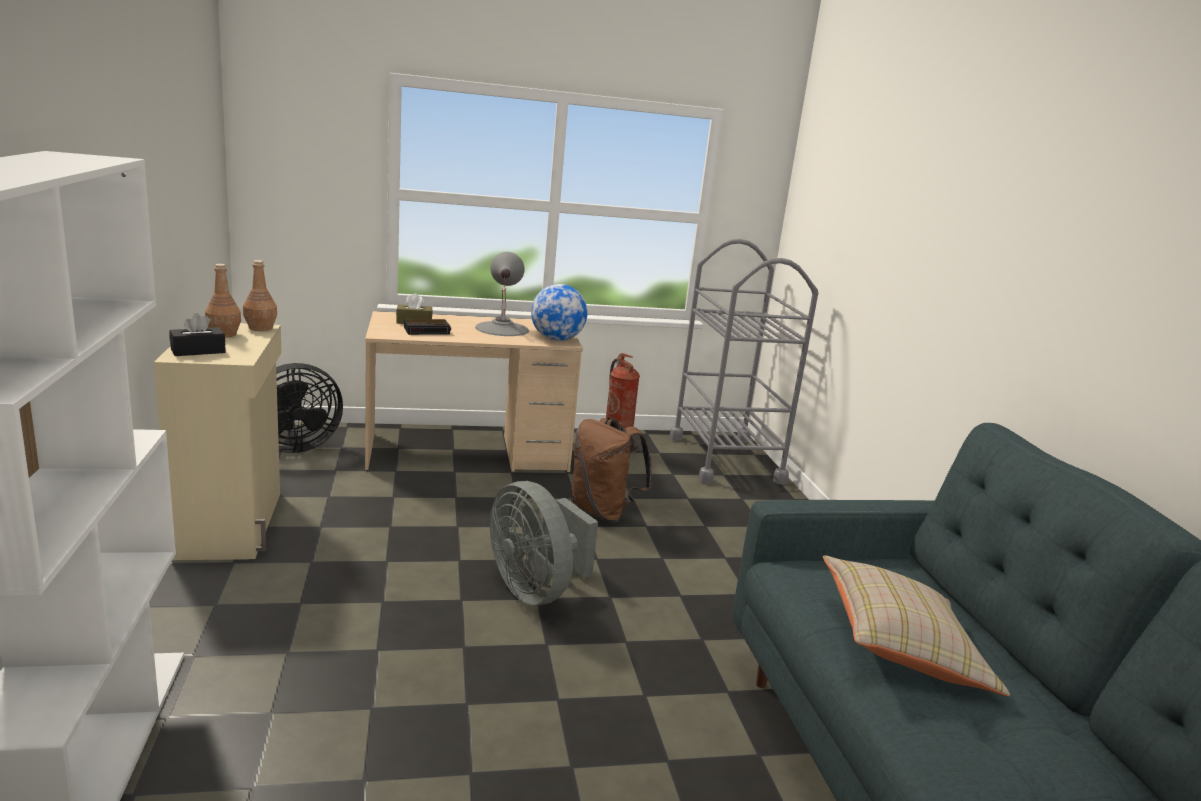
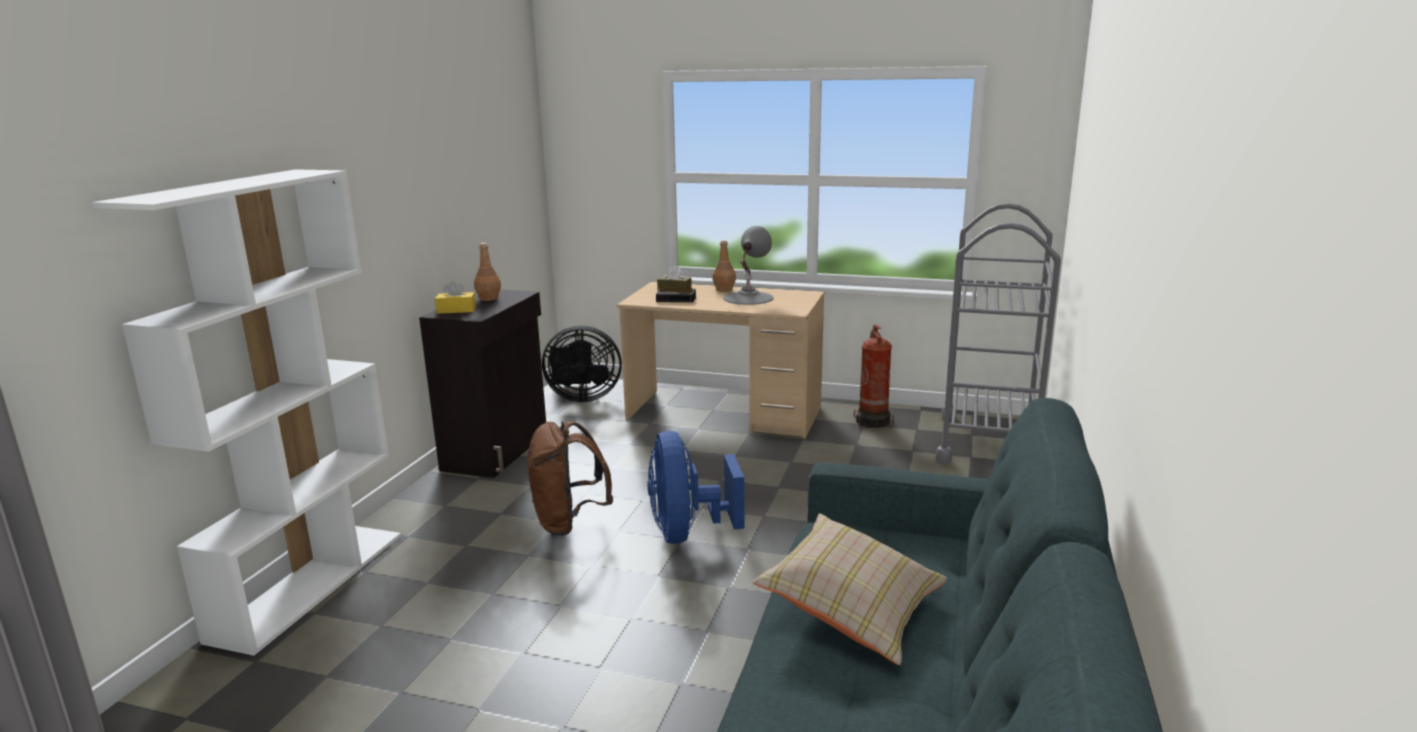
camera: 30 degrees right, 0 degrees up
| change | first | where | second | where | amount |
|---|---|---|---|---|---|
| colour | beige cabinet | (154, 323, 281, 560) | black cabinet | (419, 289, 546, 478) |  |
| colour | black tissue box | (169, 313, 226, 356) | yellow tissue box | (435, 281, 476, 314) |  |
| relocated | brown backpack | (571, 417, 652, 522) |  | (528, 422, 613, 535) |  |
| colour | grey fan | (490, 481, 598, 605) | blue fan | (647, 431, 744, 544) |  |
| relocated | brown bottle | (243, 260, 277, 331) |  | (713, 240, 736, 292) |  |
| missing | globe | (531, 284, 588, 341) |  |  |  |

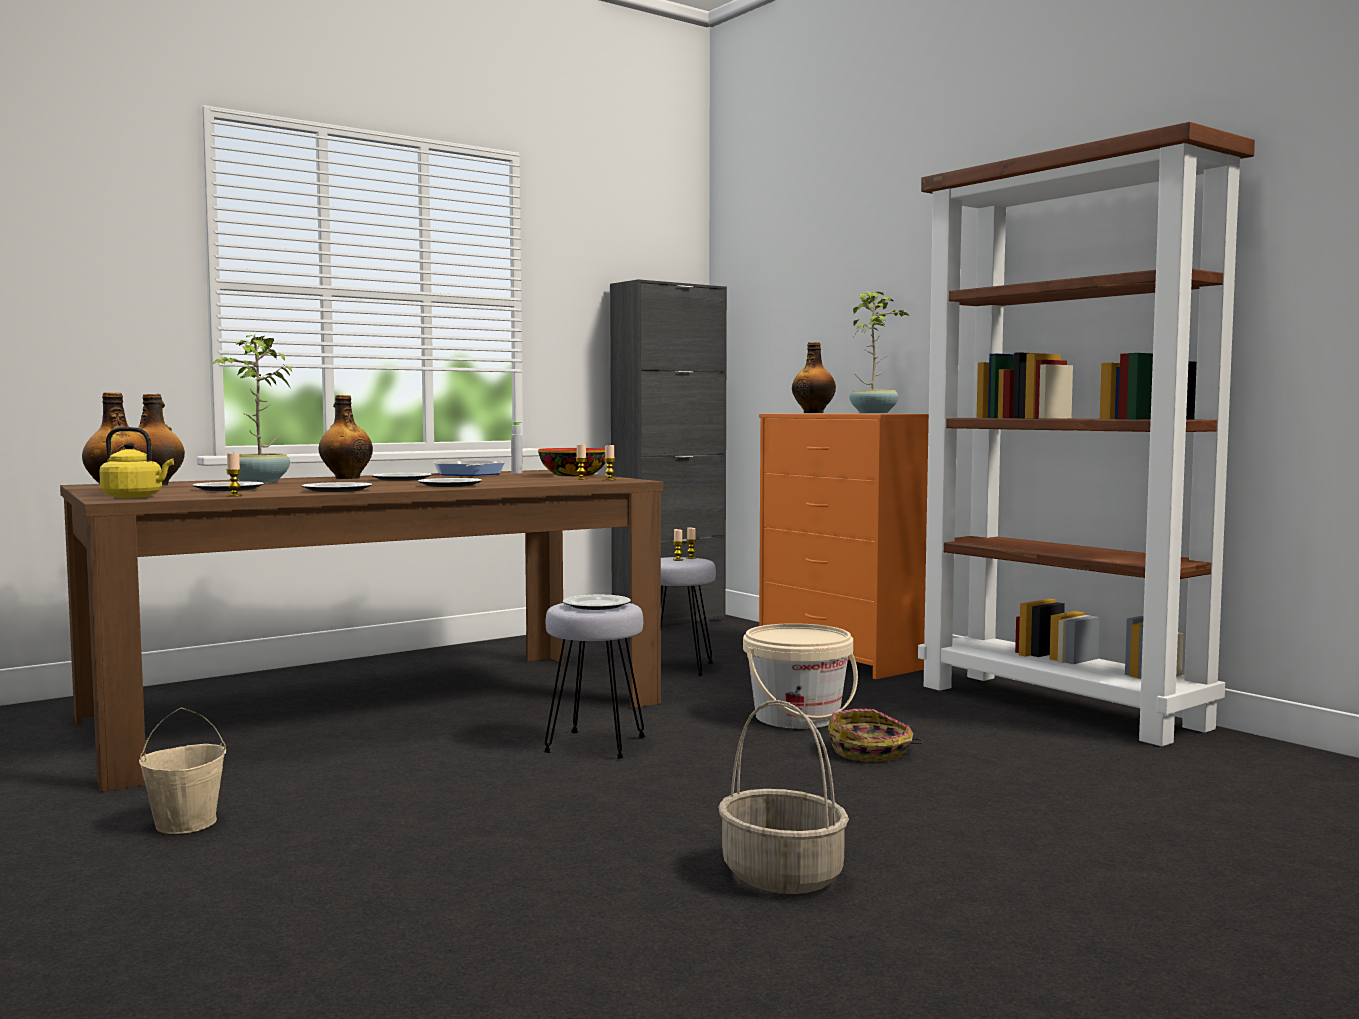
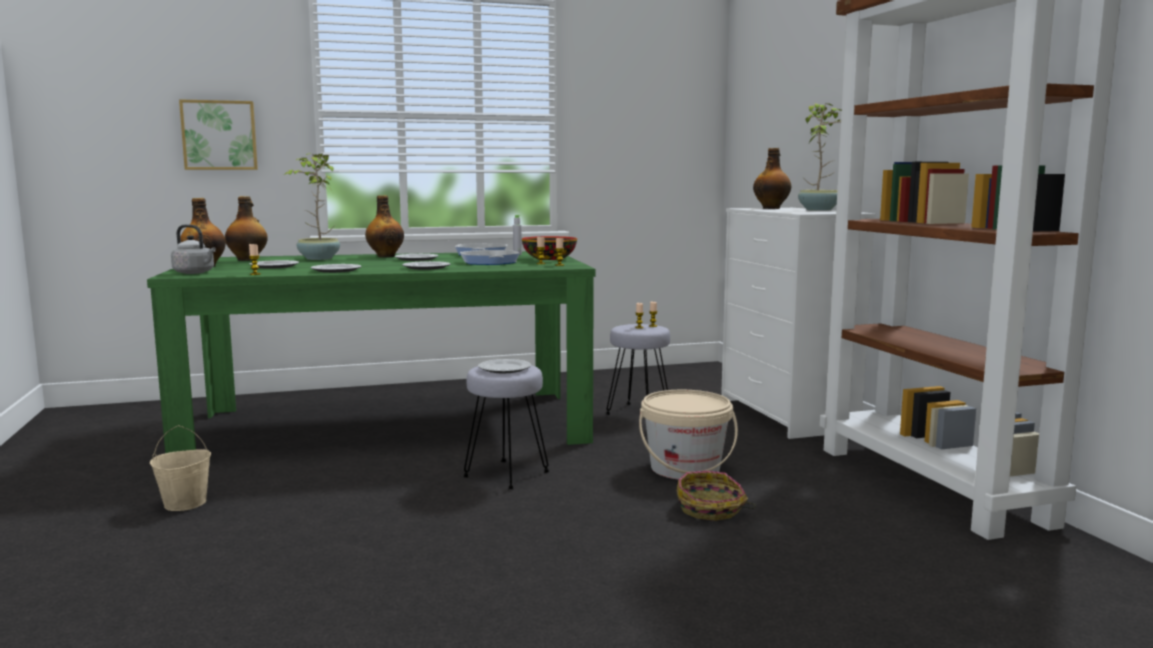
camera: 20 degrees right, 5 degrees up
| change | first | where | second | where | amount |
|---|---|---|---|---|---|
| colour | brown dining table | (60, 470, 663, 792) | green dining table | (147, 251, 596, 453) |  |
| colour | yellow kettle | (99, 427, 174, 498) | grey kettle | (171, 224, 216, 274) |  |
| appeared |  |  | picture | (179, 99, 258, 170) |  |
| appeared |  |  | frying pan | (460, 250, 520, 265) |  |
| colour | orange dresser | (759, 413, 929, 679) | white dresser | (721, 208, 875, 439) |  |
| missing | black cabinet | (610, 279, 727, 627) |  |  |  |
| missing | basket | (718, 700, 849, 894) |  |  |  |

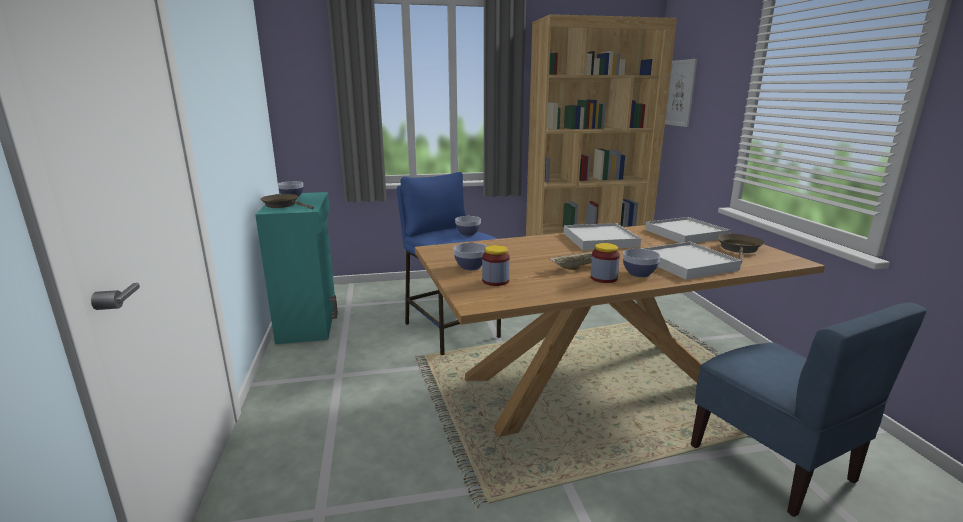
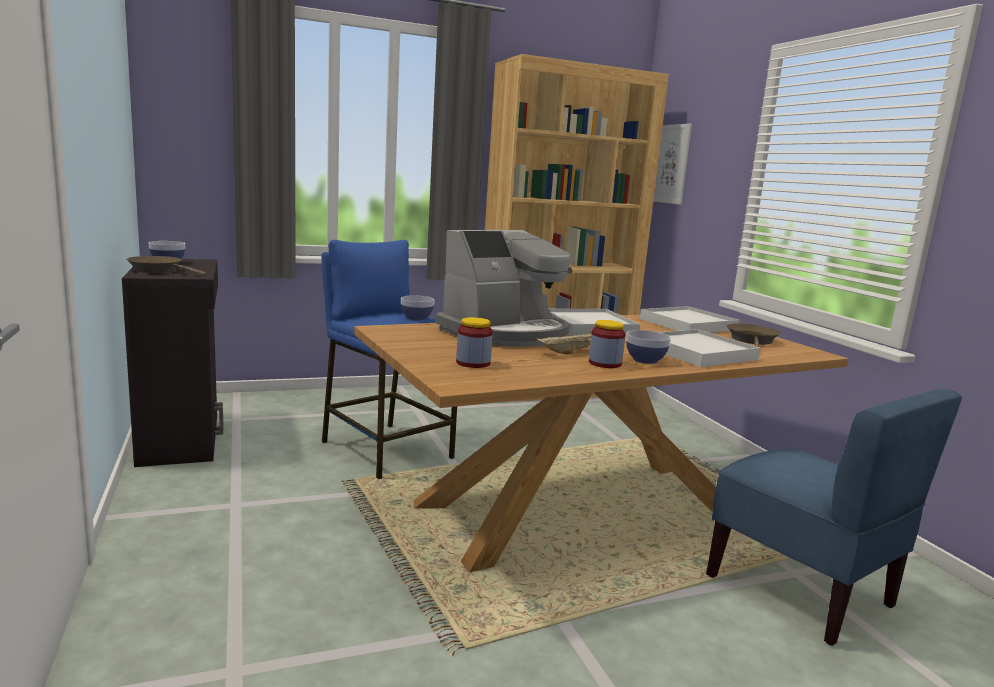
camera: 10 degrees left, 5 degrees down
| change | first | where | second | where | amount |
|---|---|---|---|---|---|
| colour | turquoise cabinet | (255, 192, 338, 344) | black cabinet | (122, 259, 224, 467) |  |
| appeared |  |  | coffee machine | (436, 230, 572, 347) |  |
| missing | bowl | (454, 243, 487, 270) |  |  |  |

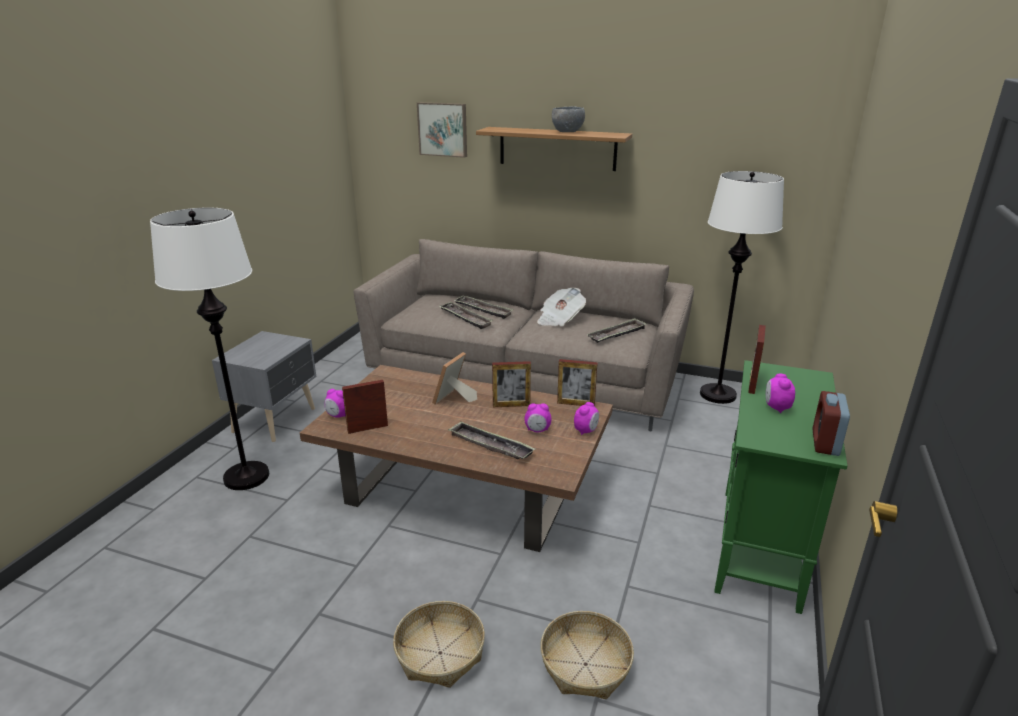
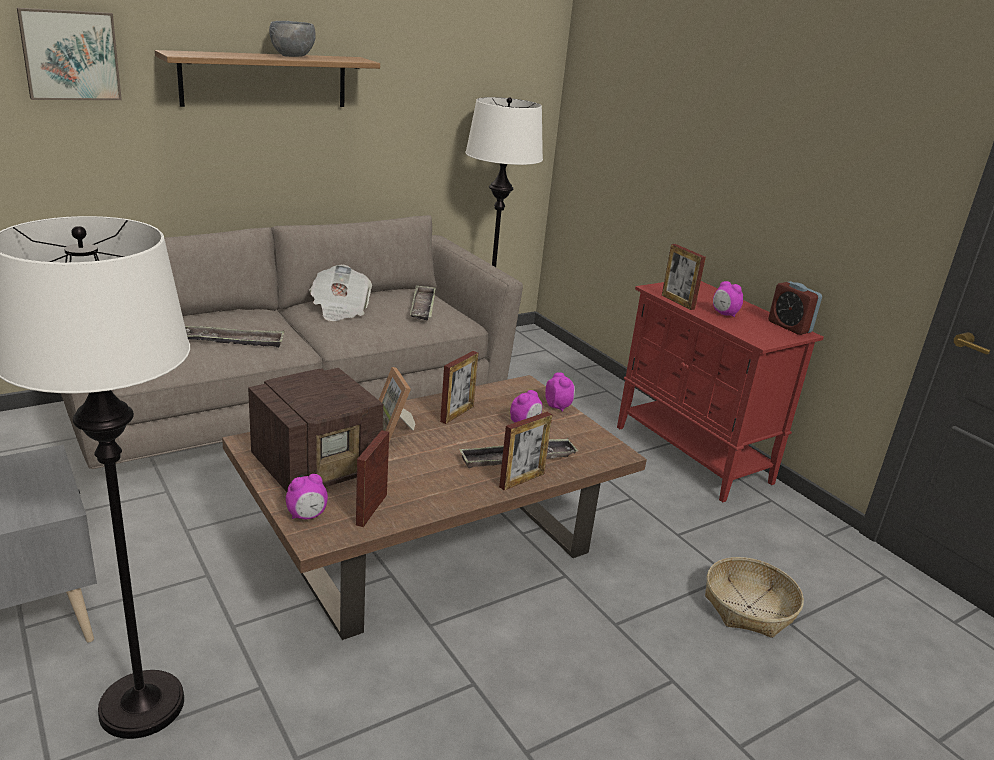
camera: 55 degrees left, 0 degrees up
| change | first | where | second | where | amount |
|---|---|---|---|---|---|
| appeared |  |  | radio | (248, 368, 383, 492) |  |
| relocated | picture frame | (557, 359, 598, 406) |  | (499, 412, 552, 491) |  |
| colour | green cabinet | (714, 360, 847, 614) | red cabinet | (617, 281, 824, 502) |  |
| missing | basket | (393, 601, 485, 688) |  |  |  |
| missing | tray | (453, 296, 514, 319) |  |  |  |

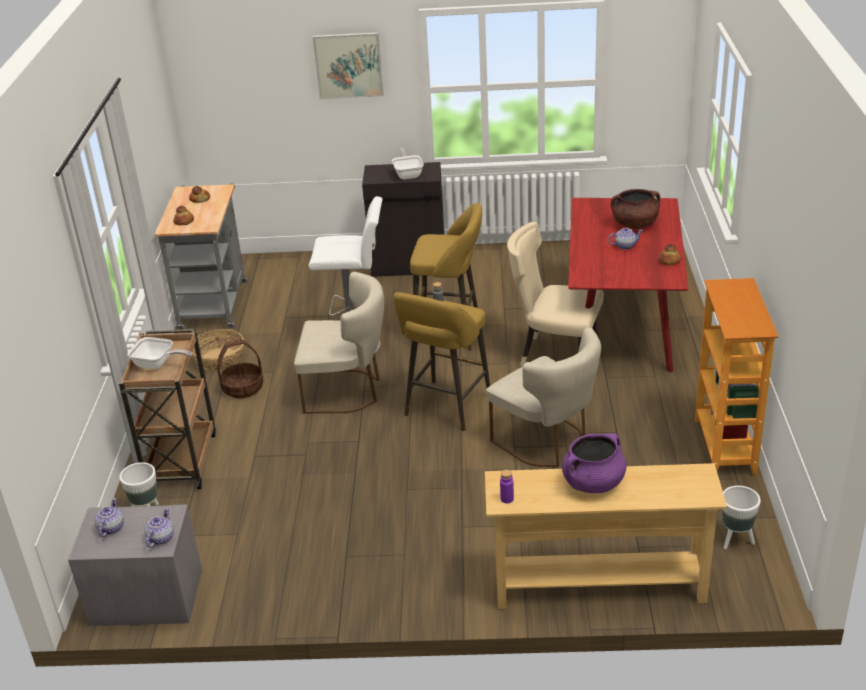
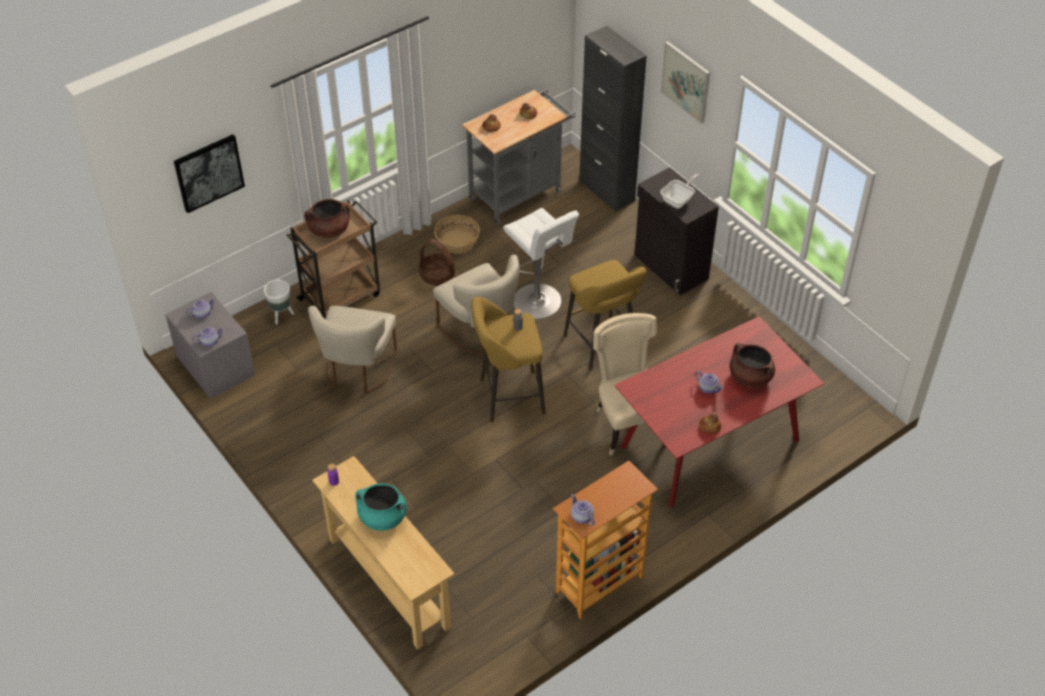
camera: 50 degrees right, 15 degrees up
| change | first | where | second | where | amount |
|---|---|---|---|---|---|
| appeared |  |  | picture | (174, 134, 245, 213) |  |
| exchanged | frying pan | (128, 337, 192, 369) | brown cooking pot | (304, 199, 350, 238) |  |
| relocated | beige chair | (486, 327, 601, 467) |  | (308, 306, 397, 394) |  |
| colour | purple cooking pot | (562, 433, 626, 493) | turquoise cooking pot | (355, 483, 407, 531) |  |
| appeared |  |  | teapot | (571, 494, 595, 526) |  |
| appeared |  |  | black cabinet | (579, 25, 647, 212) |  |
| missing | white planter | (722, 486, 761, 549) |  |  |  |

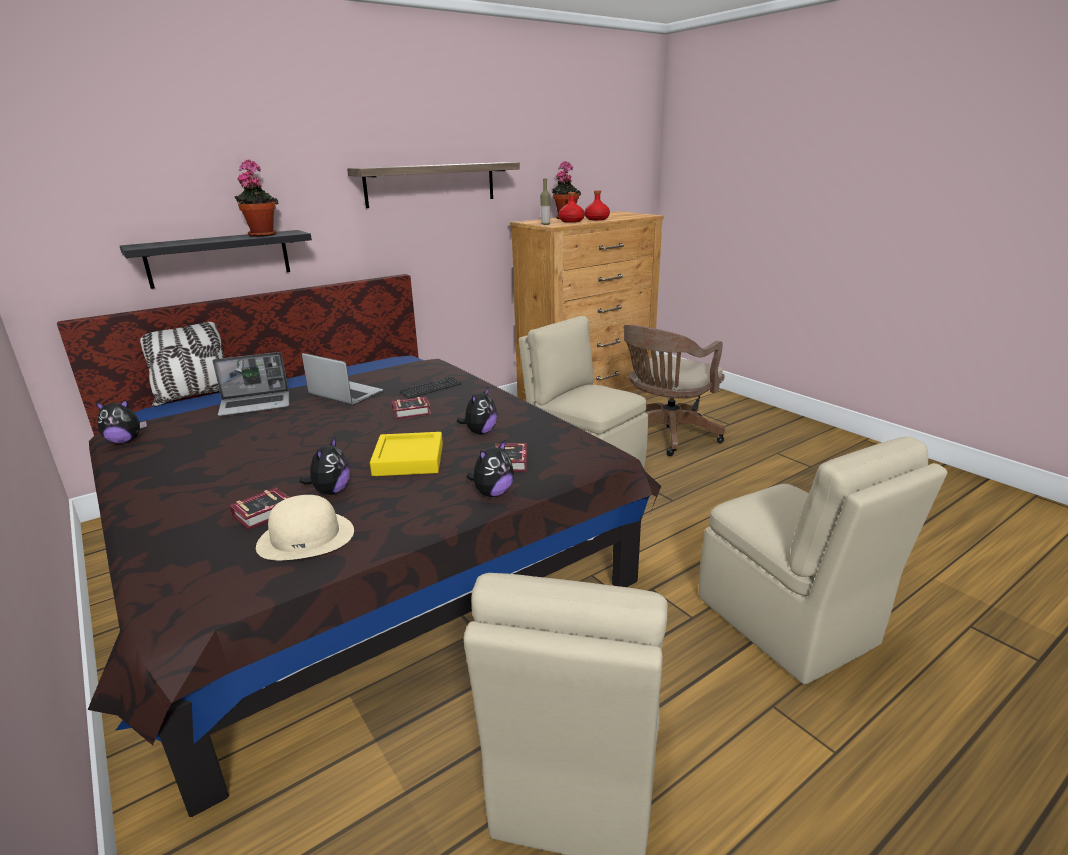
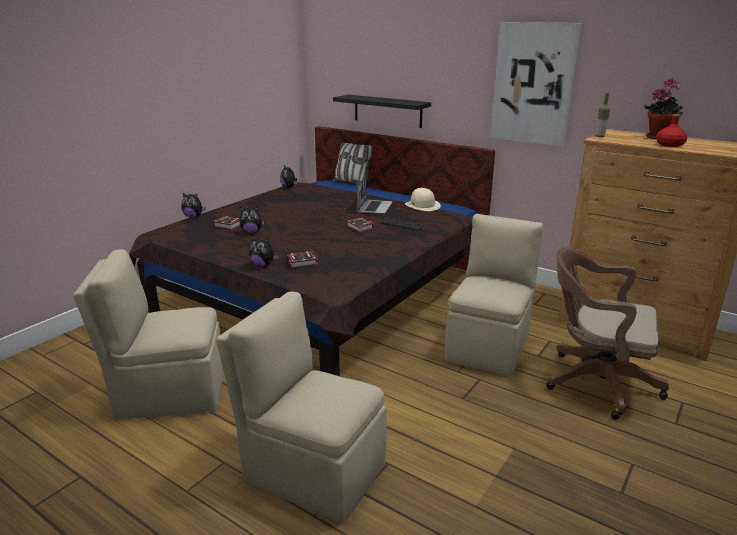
camera: 70 degrees right, 0 degrees up
| change | first | where | second | where | amount |
|---|---|---|---|---|---|
| relocated | plush toy | (457, 387, 497, 435) |  | (182, 192, 206, 218) |  |
| spun | beige chair | (699, 437, 947, 685) |  | (216, 291, 387, 523) | 75 degrees clockwise |
| relocated | beige hat | (256, 495, 354, 560) |  | (405, 188, 441, 211) |  |
| exchanged | shelf | (347, 162, 520, 208) | picture | (491, 22, 582, 147) |  |
| missing | laptop | (213, 352, 289, 416) |  |  |  |
| missing | potted plant | (235, 159, 278, 237) |  |  |  |
| missing | yellow tray | (370, 432, 443, 476) |  |  |  |
| missing | red bottle | (559, 192, 585, 223) |  |  |  |

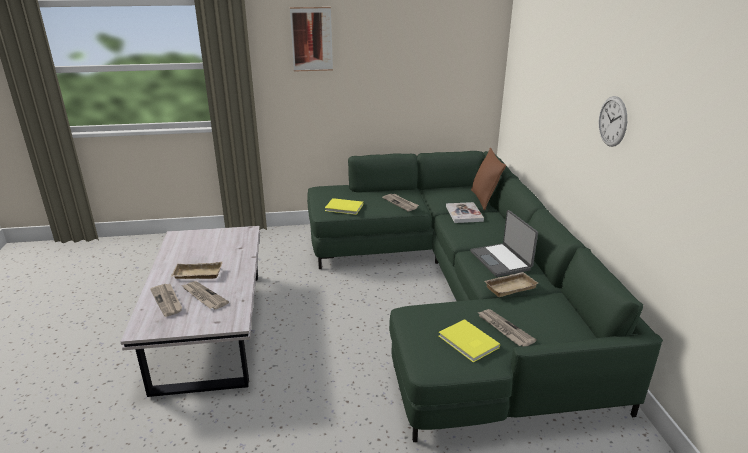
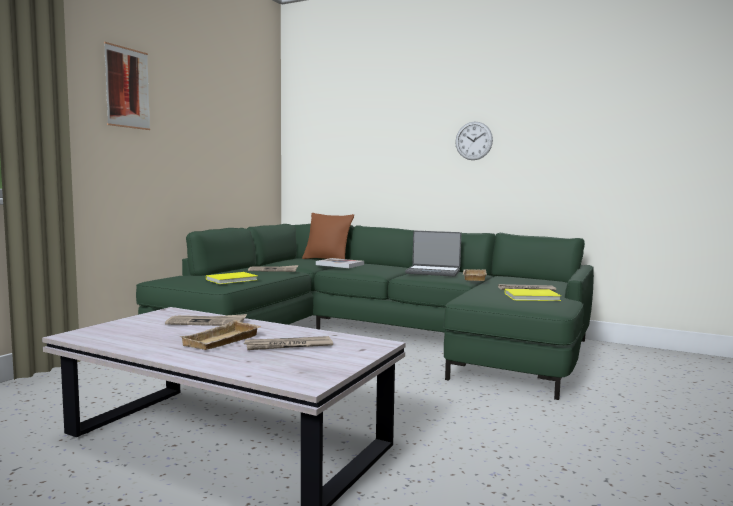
camera: 55 degrees left, 20 degrees down
| change | first | where | second | where | amount |
|---|---|---|---|---|---|
| relocated | newspaper | (150, 284, 182, 317) |  | (165, 314, 247, 326) |  |

